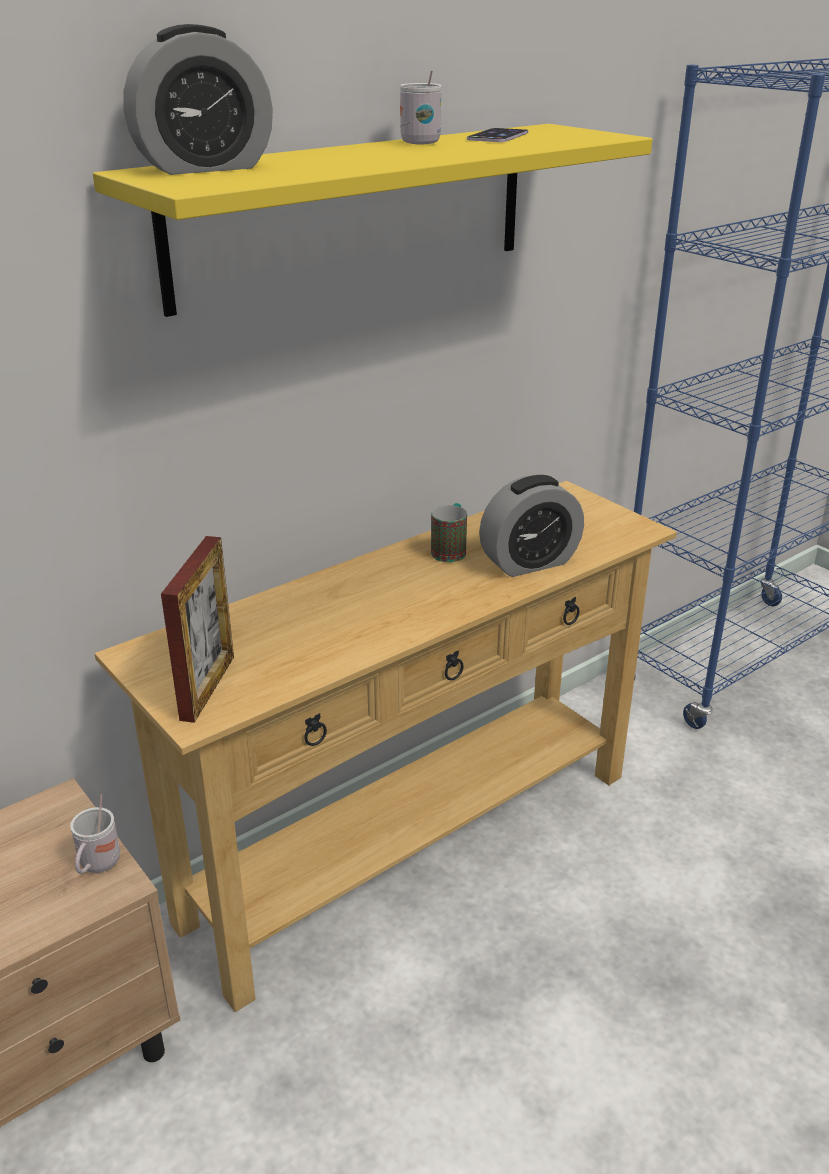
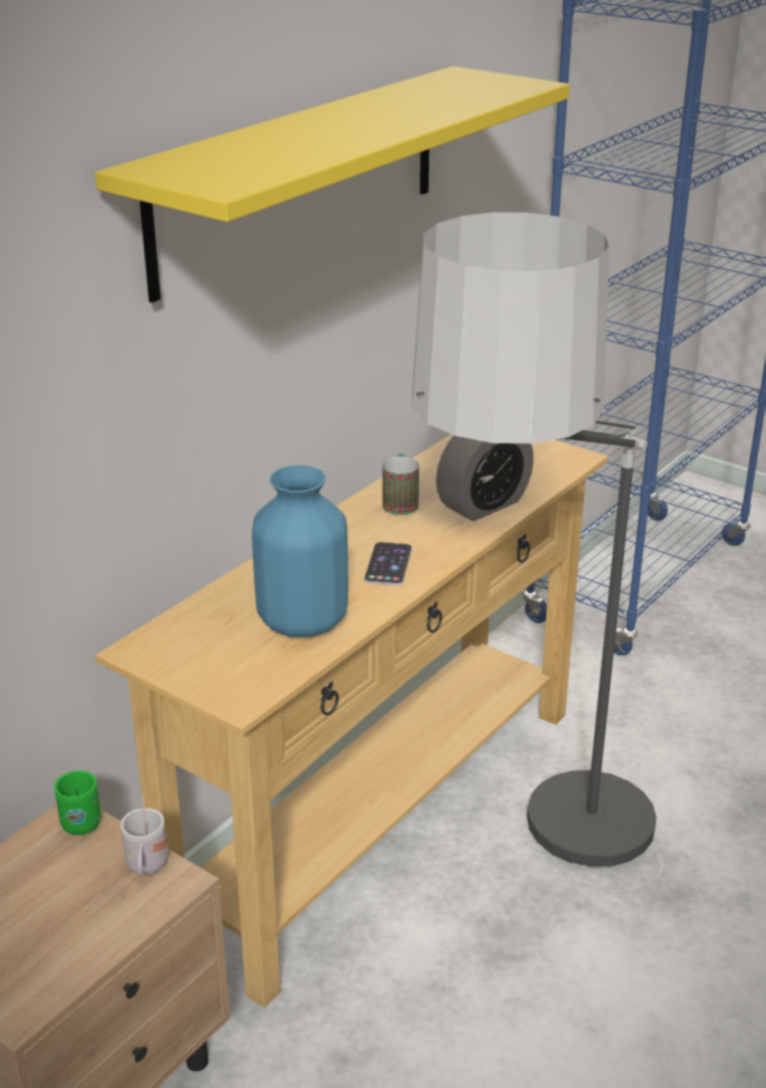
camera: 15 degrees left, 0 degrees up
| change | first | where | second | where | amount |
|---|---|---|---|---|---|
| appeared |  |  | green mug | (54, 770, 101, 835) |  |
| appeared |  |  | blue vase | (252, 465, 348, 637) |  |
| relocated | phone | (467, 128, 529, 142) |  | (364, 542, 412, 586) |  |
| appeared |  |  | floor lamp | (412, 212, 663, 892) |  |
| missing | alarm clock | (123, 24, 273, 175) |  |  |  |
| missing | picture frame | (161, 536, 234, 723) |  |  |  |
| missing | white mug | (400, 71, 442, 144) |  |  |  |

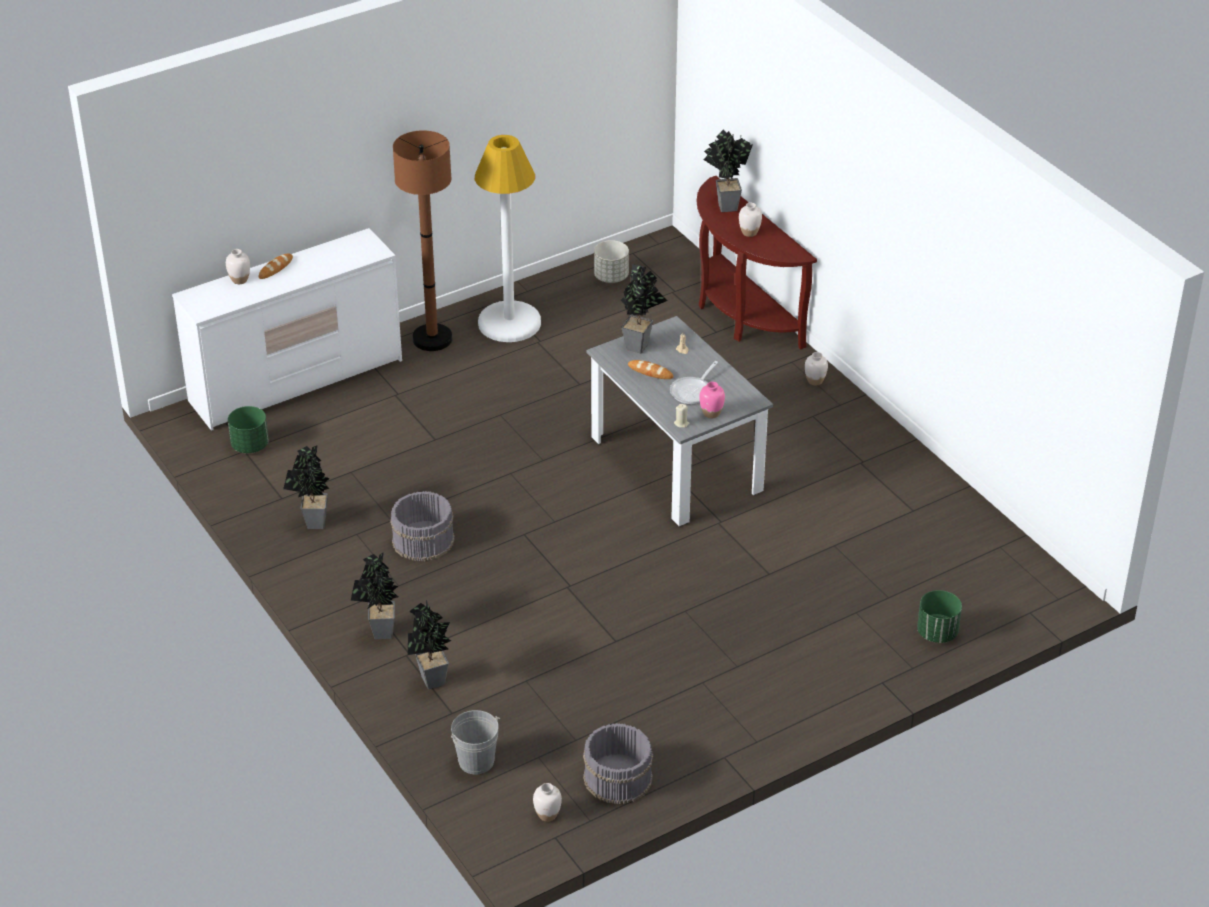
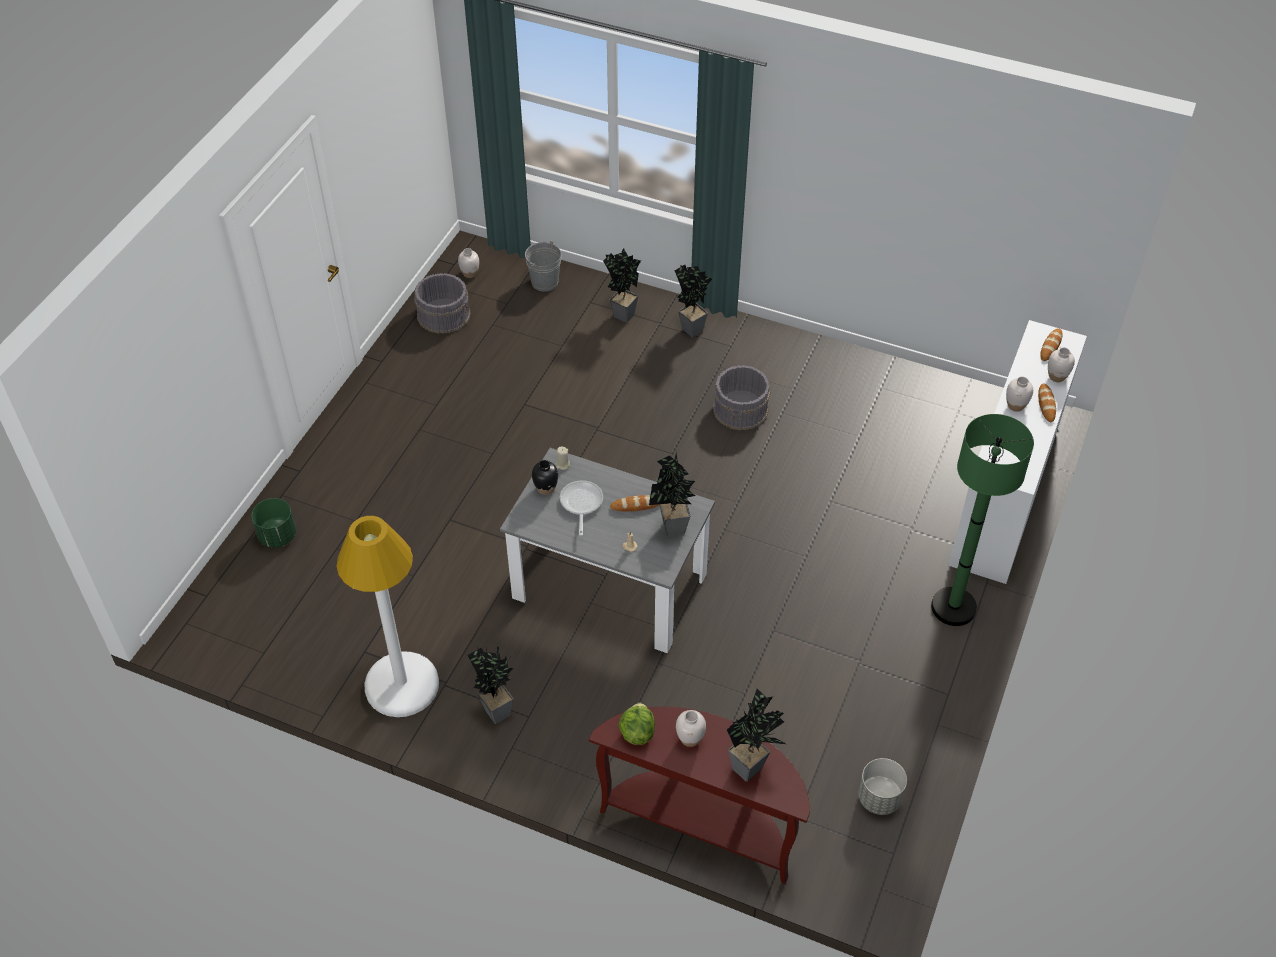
camera: 145 degrees right, 10 degrees up
| change | first | where | second | where | amount |
|---|---|---|---|---|---|
| relocated | white floor lamp | (475, 135, 541, 342) |  | (337, 516, 439, 717) |  |
| relocated | potted plant | (283, 446, 330, 529) |  | (467, 647, 514, 724) |  |
| colour | pink vase | (699, 382, 725, 418) | black vase | (532, 460, 558, 495) |  |
| appeared |  |  | lettuce | (618, 703, 655, 745) |  |
| colour | brown floor lamp | (393, 130, 452, 351) | green floor lamp | (931, 414, 1034, 626) |  |
| relocated | white vase | (805, 352, 828, 386) |  | (1006, 377, 1033, 412) |  |
| appeared |  |  | bread | (1040, 328, 1062, 361) |  |
| missing | green planter | (228, 406, 269, 453) |  |  |  |

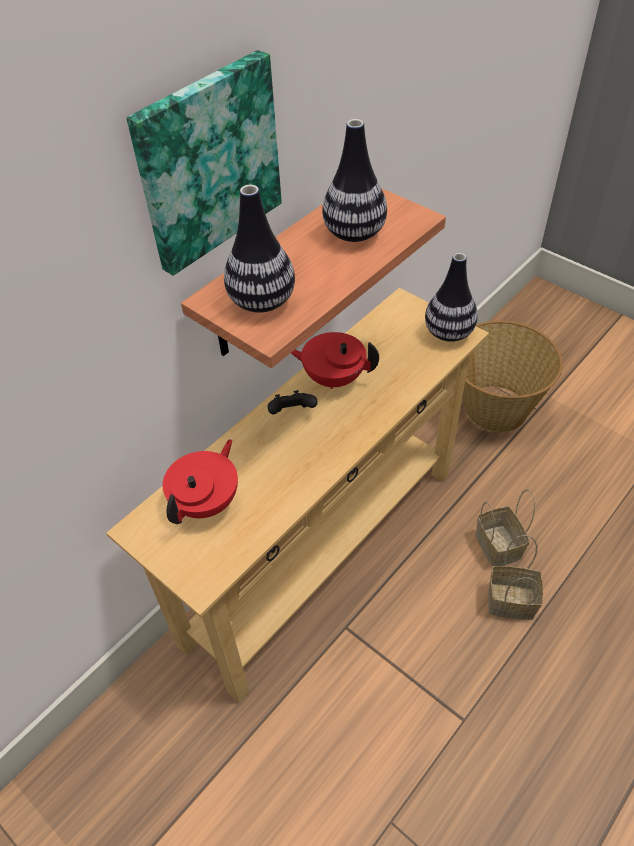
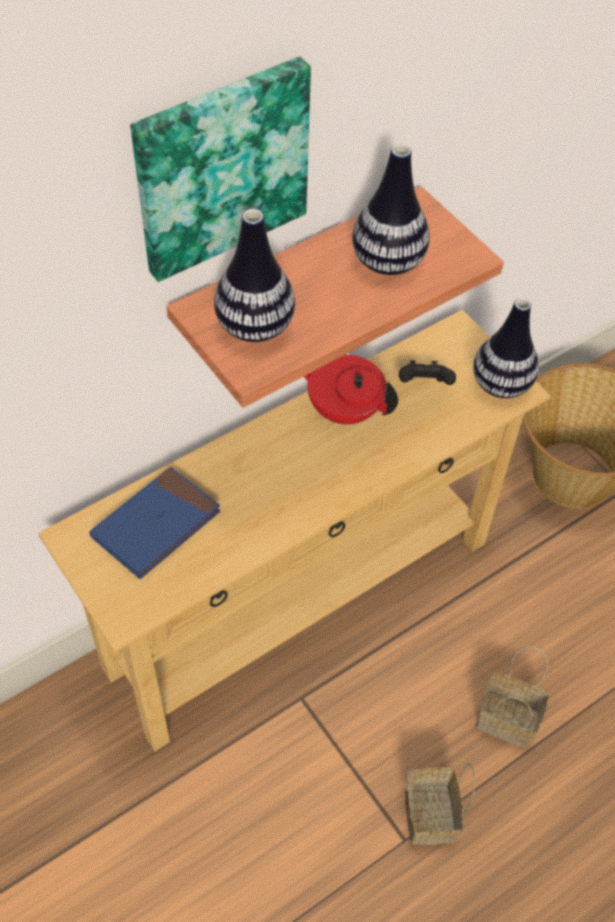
camera: 10 degrees right, 5 degrees up
| change | first | where | second | where | amount |
|---|---|---|---|---|---|
| exchanged | red teapot | (163, 439, 238, 524) | blue book | (89, 467, 221, 579) |  |
| relocated | black game controller | (268, 390, 318, 414) |  | (399, 360, 456, 385) |  |
| relocated | basket | (475, 489, 535, 567) |  | (405, 763, 475, 845) |  |

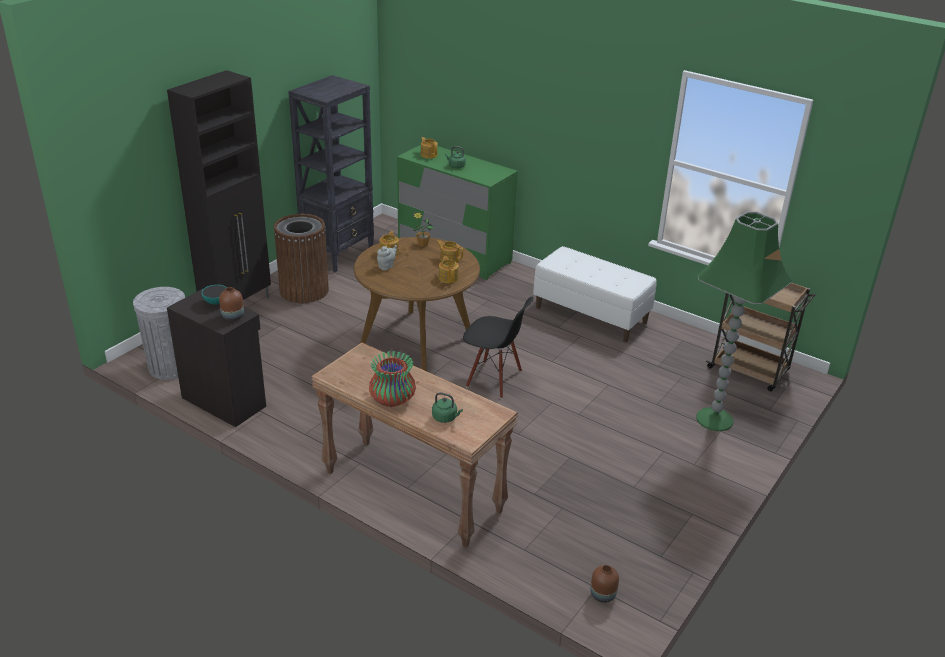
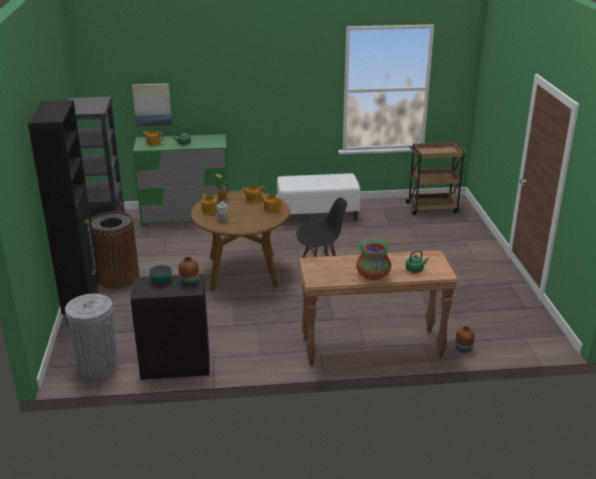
camera: 40 degrees left, 5 degrees down
| change | first | where | second | where | amount |
|---|---|---|---|---|---|
| appeared |  |  | picture | (132, 83, 172, 126) |  |
| relocated | brown vase | (590, 565, 619, 603) |  | (455, 326, 475, 353) |  |
| missing | green floor lamp | (696, 211, 793, 431) |  |  |  |

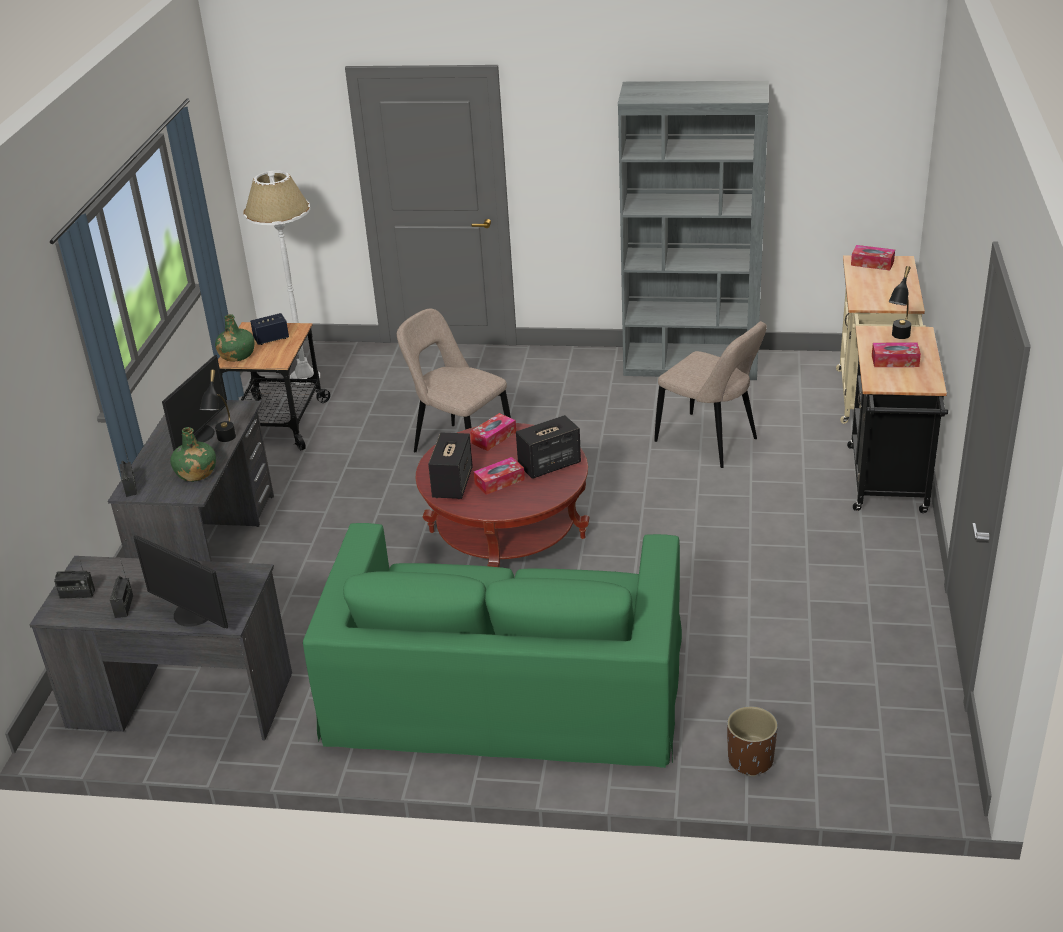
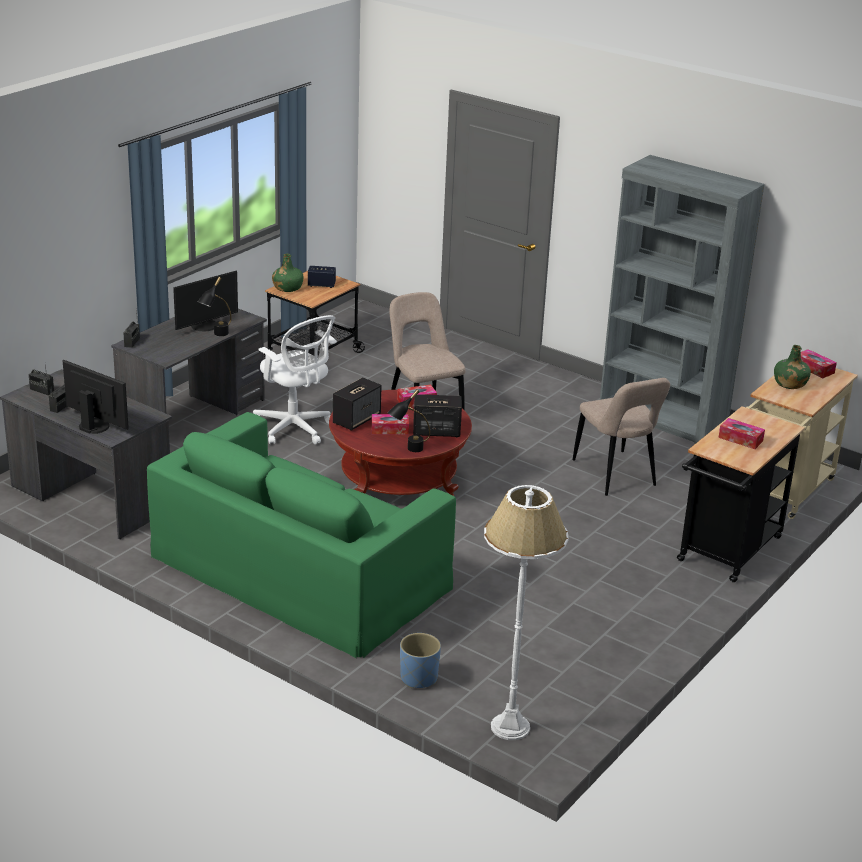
camera: 25 degrees right, 5 degrees down
| change | first | where | second | where | amount |
|---|---|---|---|---|---|
| spun | monitor | (134, 535, 228, 628) |  | (63, 360, 129, 434) | 150 degrees clockwise |
| appeared |  |  | white office chair | (253, 315, 337, 445) |  |
| relocated | black table lamp | (889, 266, 911, 339) |  | (387, 389, 430, 452) |  |
| colour | brown planter | (727, 706, 778, 776) | blue planter | (400, 633, 441, 688) |  |
| relocated | white floor lamp | (244, 171, 320, 386) |  | (484, 485, 569, 740) |  |
| relocated | green bottle | (170, 427, 216, 482) |  | (774, 345, 811, 389) |  |

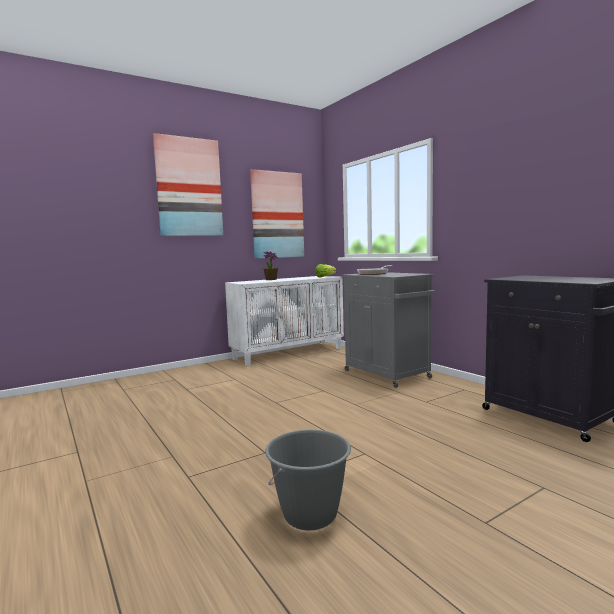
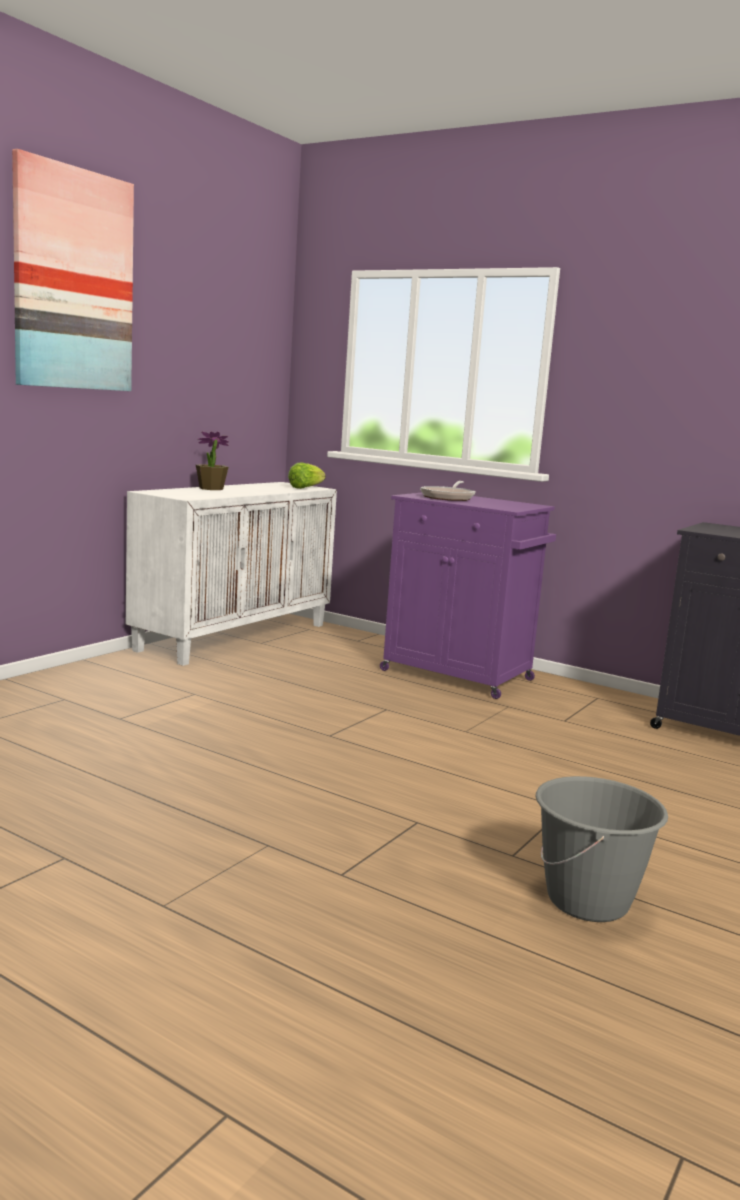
camera: 25 degrees left, 5 degrees up
| change | first | where | second | where | amount |
|---|---|---|---|---|---|
| colour | grey cabinet | (342, 272, 436, 388) | purple cabinet | (380, 493, 556, 699) |  |
| missing | picture | (250, 169, 304, 259) |  |  |  |

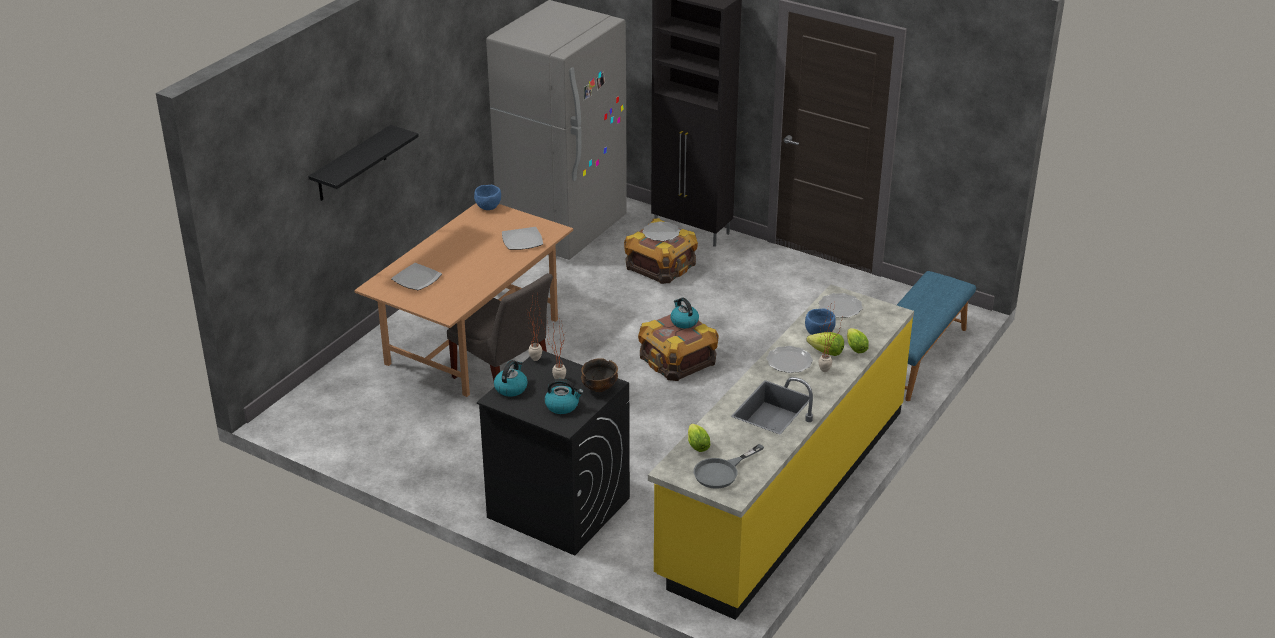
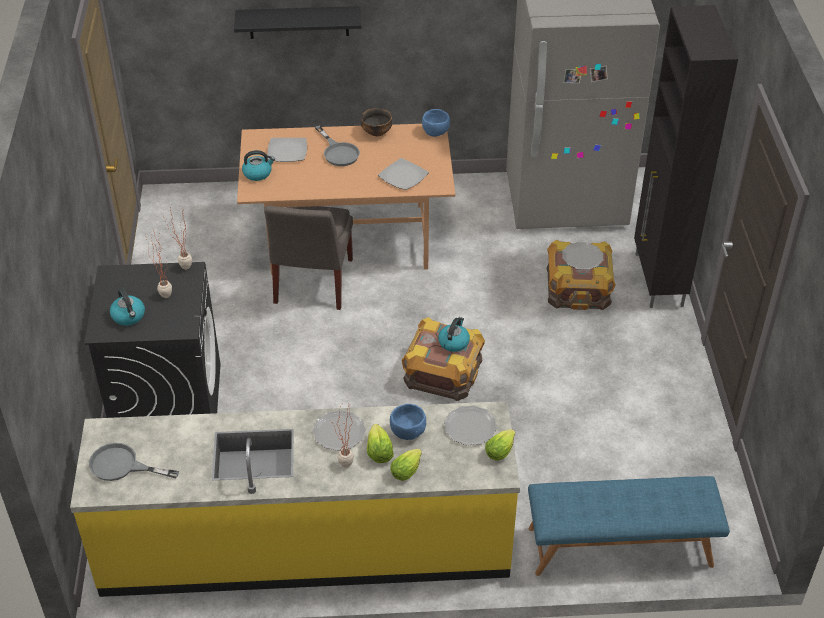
camera: 55 degrees right, 10 degrees up
| change | first | where | second | where | amount |
|---|---|---|---|---|---|
| relocated | kettle | (494, 360, 528, 397) |  | (242, 150, 275, 181) |  |
| appeared |  |  | grey frying pan | (315, 125, 360, 166) |  |
| relocated | bowl | (581, 358, 618, 392) |  | (361, 108, 392, 137) |  |
| relocated | lettuce | (688, 424, 710, 452) |  | (485, 429, 515, 461) |  |

